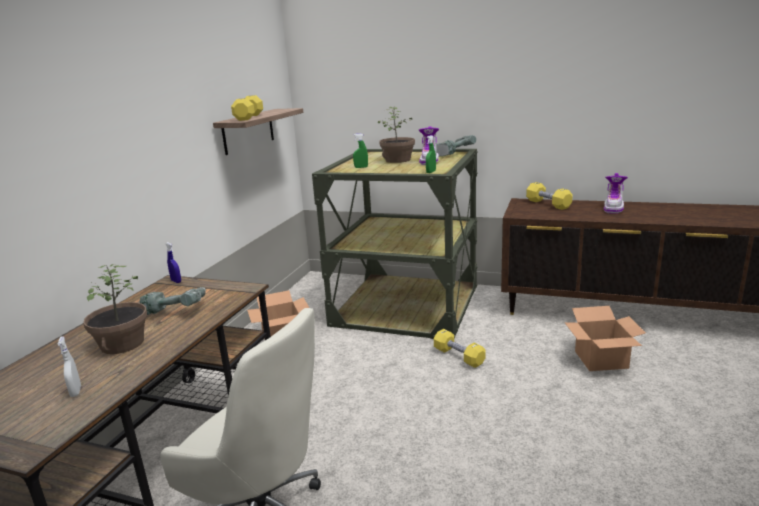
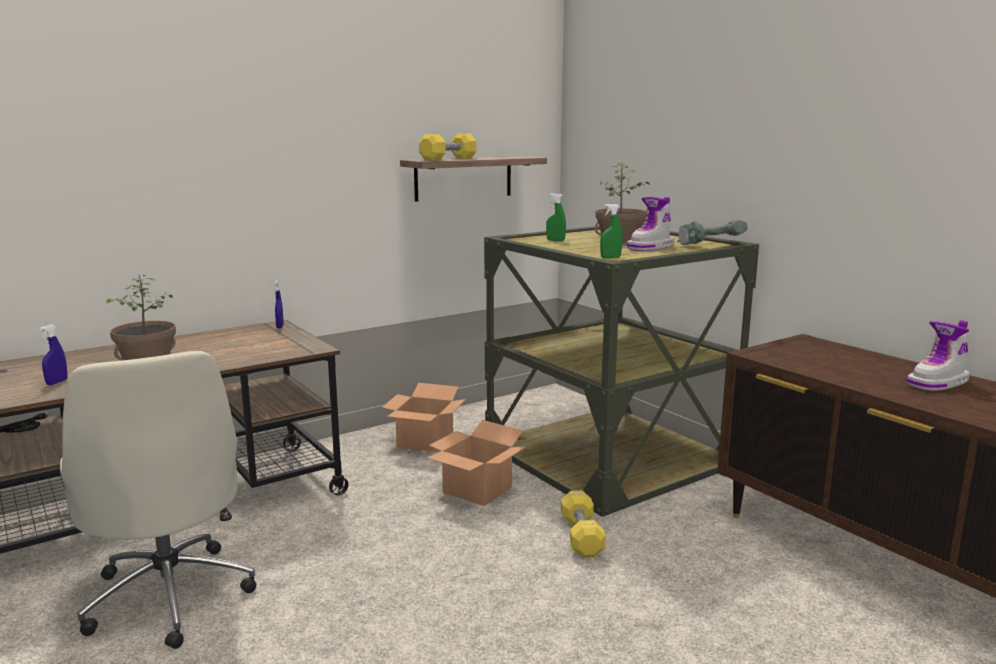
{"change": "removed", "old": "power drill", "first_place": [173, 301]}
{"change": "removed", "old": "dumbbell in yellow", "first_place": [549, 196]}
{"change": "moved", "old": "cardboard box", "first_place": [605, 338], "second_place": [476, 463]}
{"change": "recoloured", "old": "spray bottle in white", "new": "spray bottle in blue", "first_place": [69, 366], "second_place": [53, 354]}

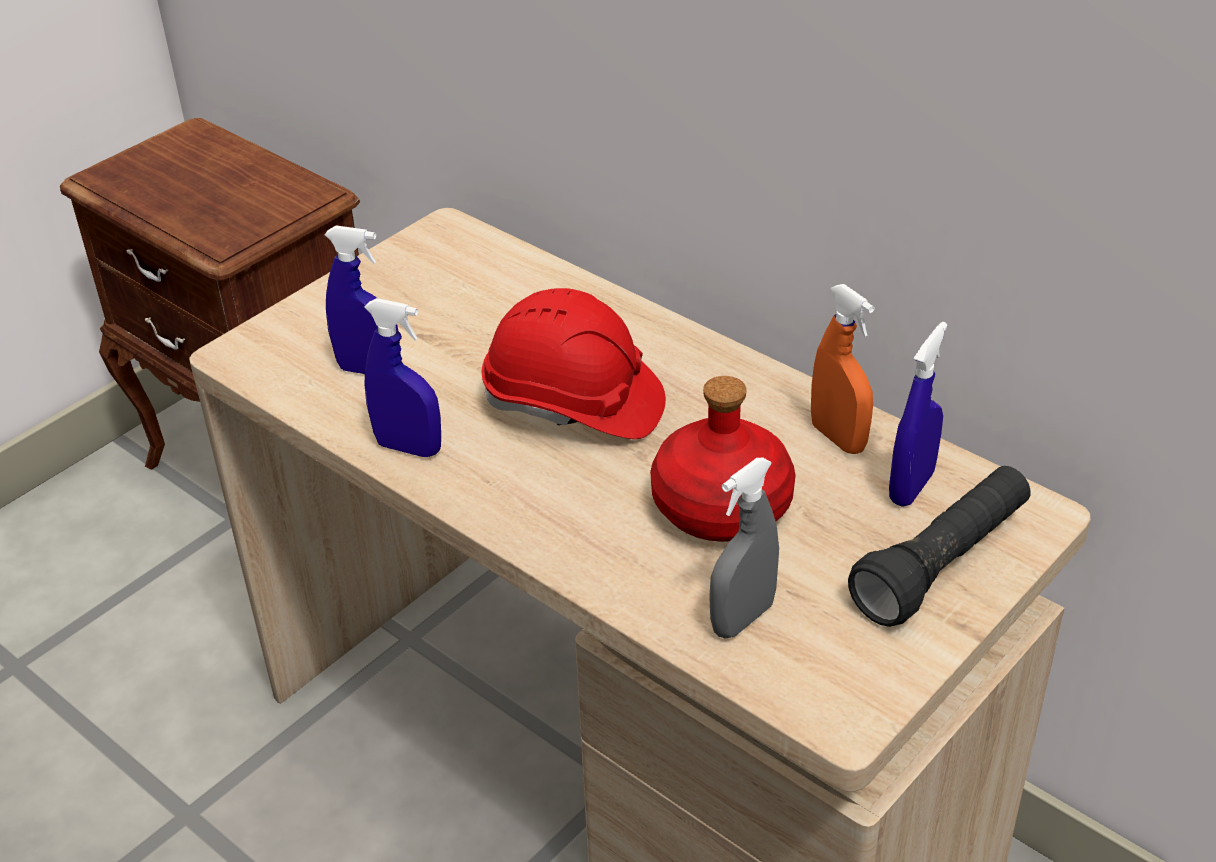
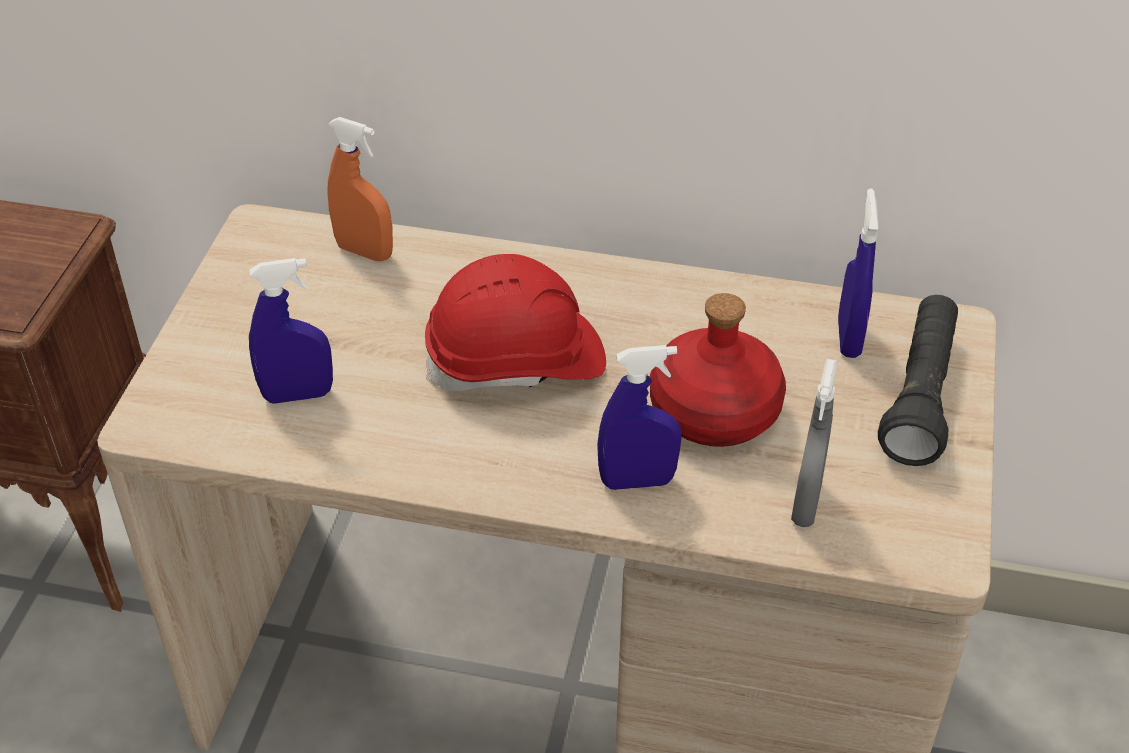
{"change": "moved", "old": "spray bottle in blue", "first_place": [402, 377], "second_place": [639, 417]}
{"change": "moved", "old": "spray bottle in orange", "first_place": [842, 369], "second_place": [360, 189]}

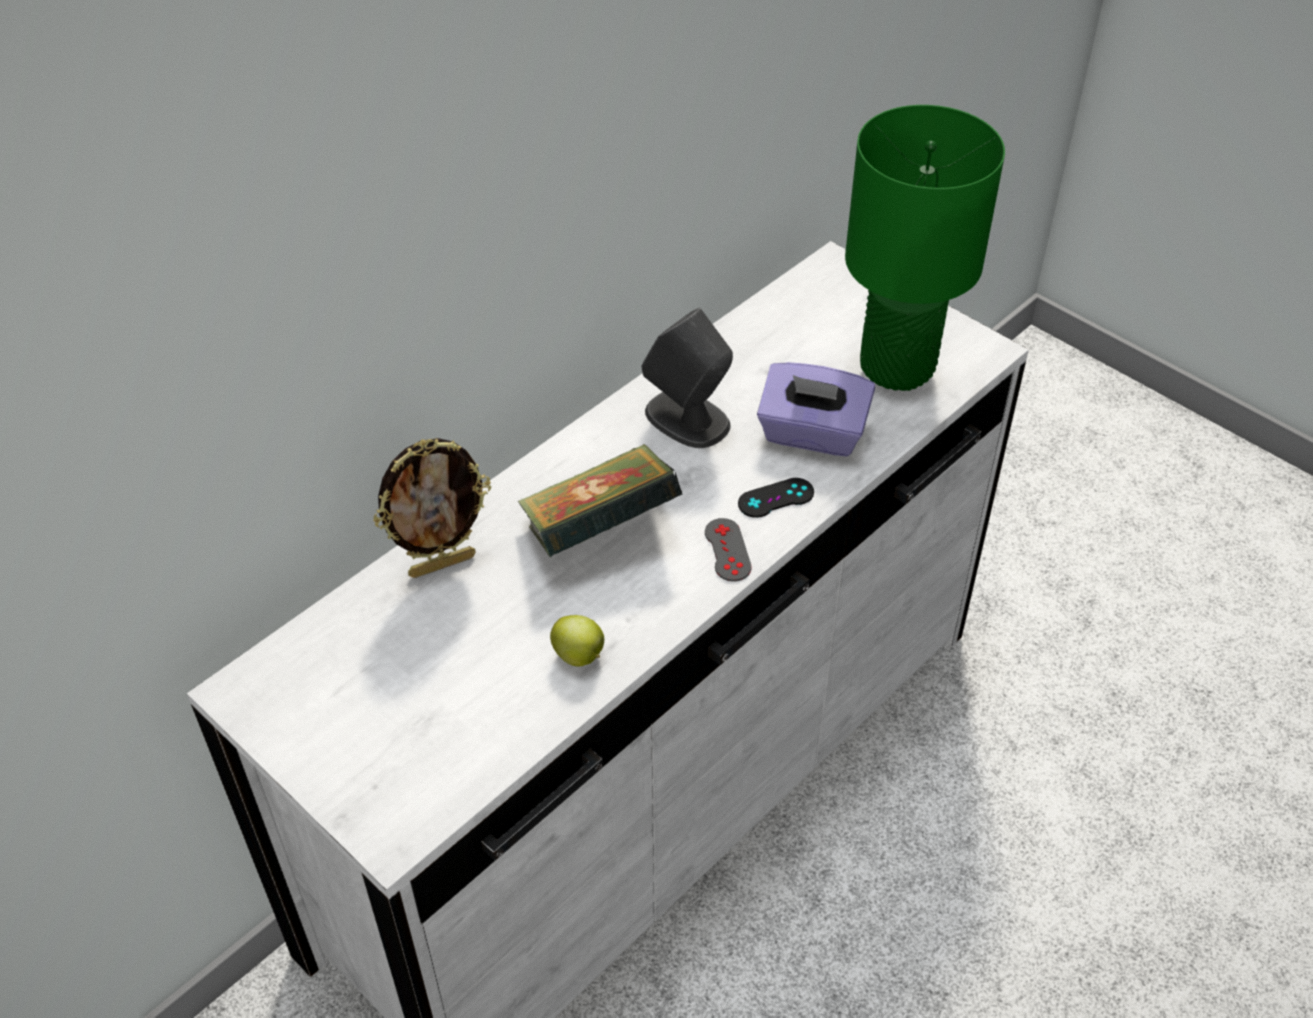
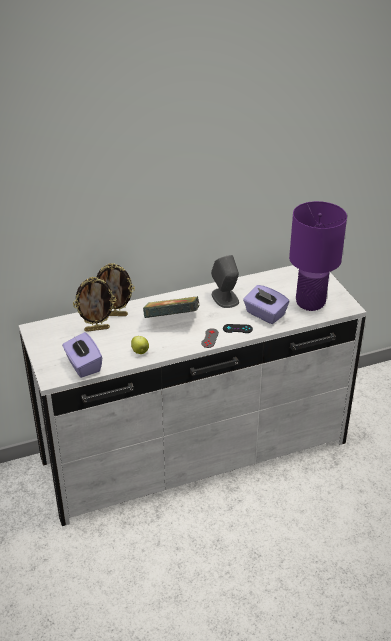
{"change": "added", "new": "tissue box in purple", "second_place": [82, 355]}
{"change": "added", "new": "picture frame", "second_place": [94, 304]}
{"change": "recoloured", "old": "table lamp in green", "new": "table lamp in purple", "first_place": [925, 248], "second_place": [318, 256]}

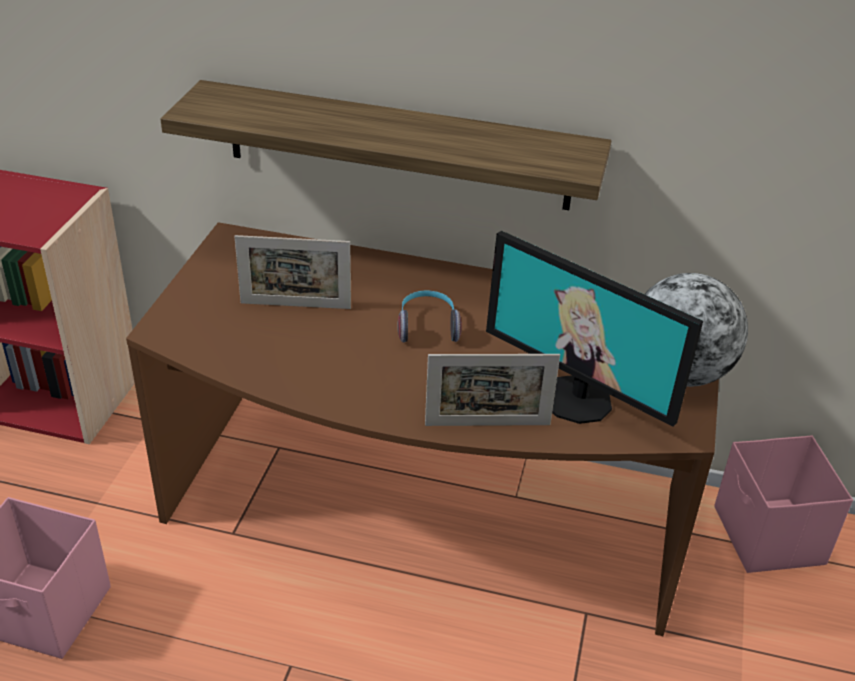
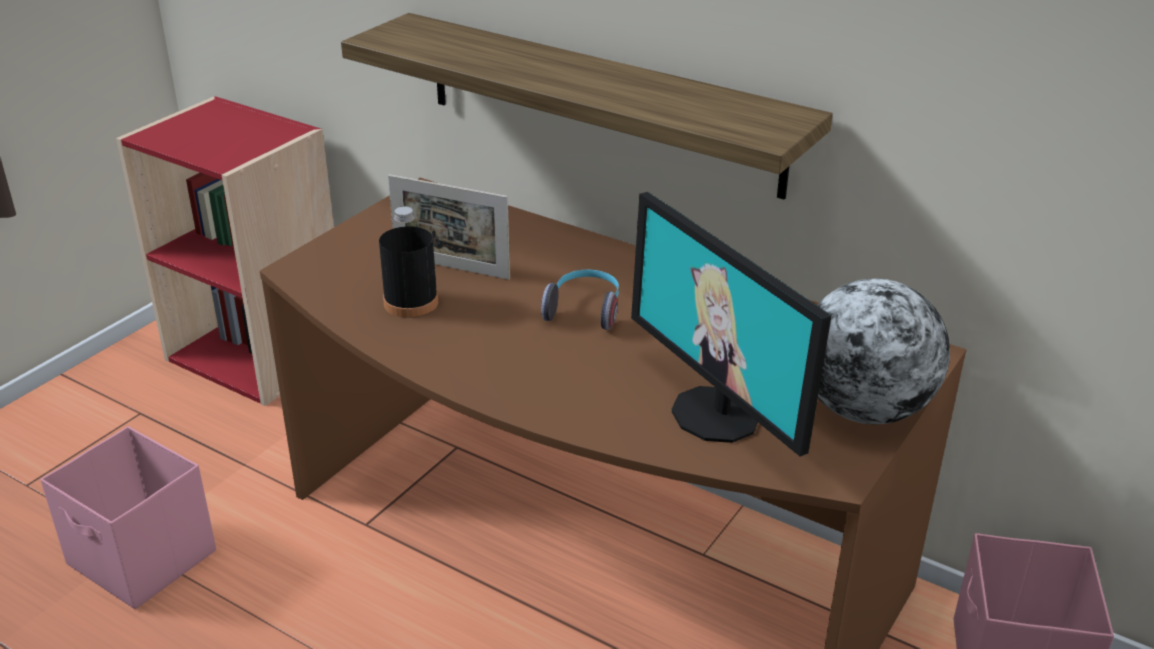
{"change": "removed", "old": "picture frame", "first_place": [492, 390]}
{"change": "added", "new": "bottle in black", "second_place": [408, 262]}

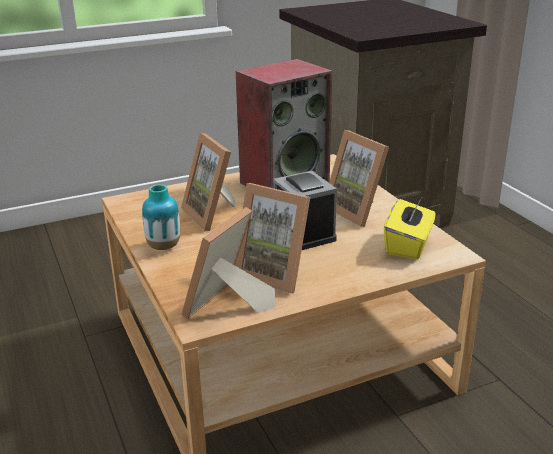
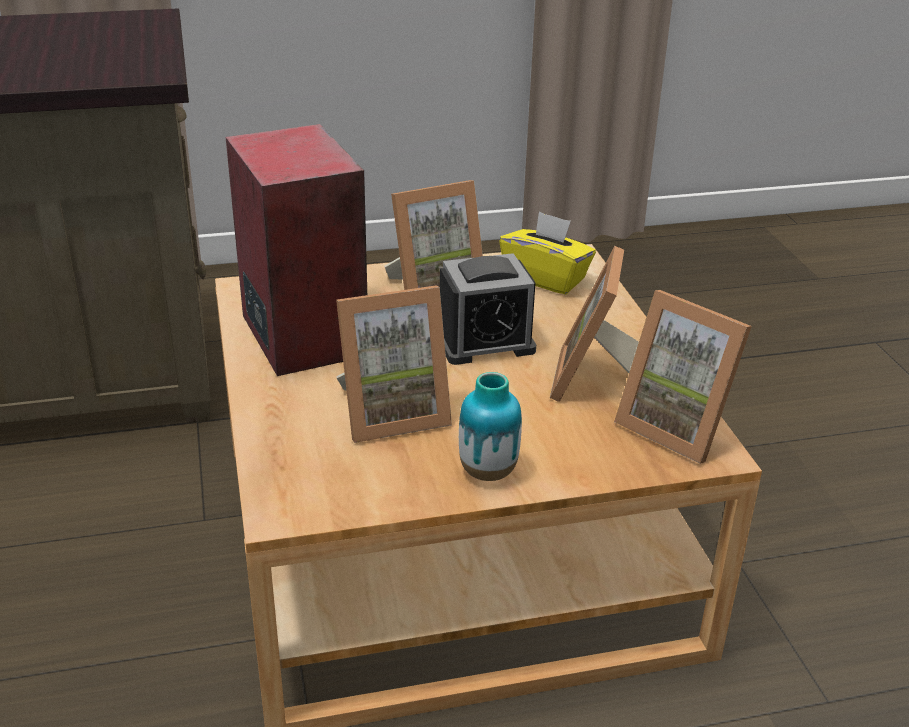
{"change": "turned", "old": "picture frame", "first_place": [272, 238], "second_place": [594, 324], "degrees": 150}

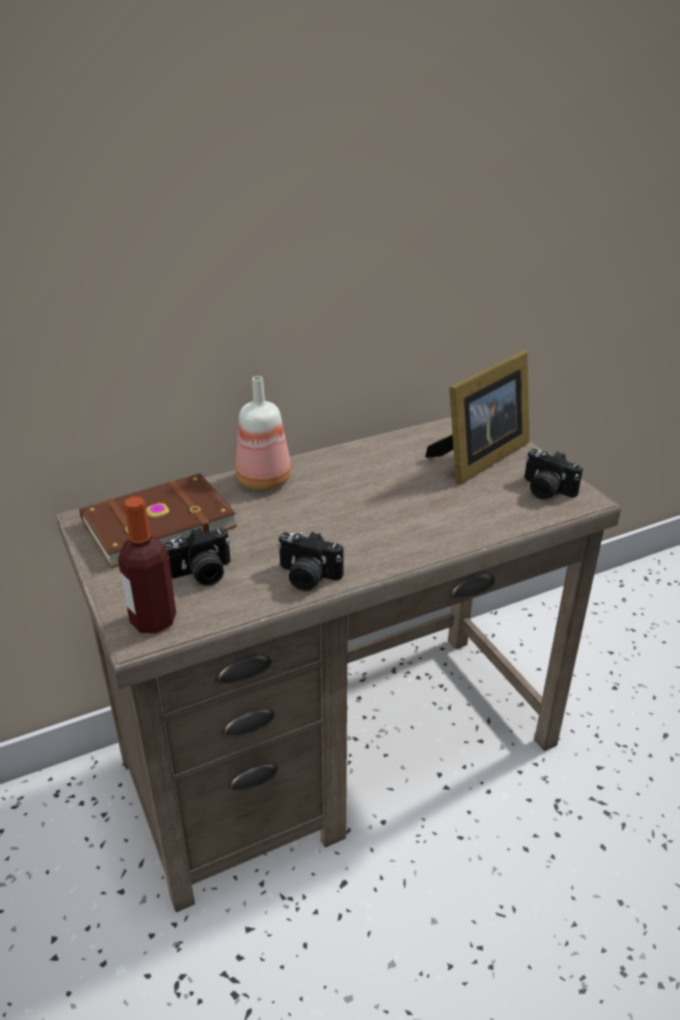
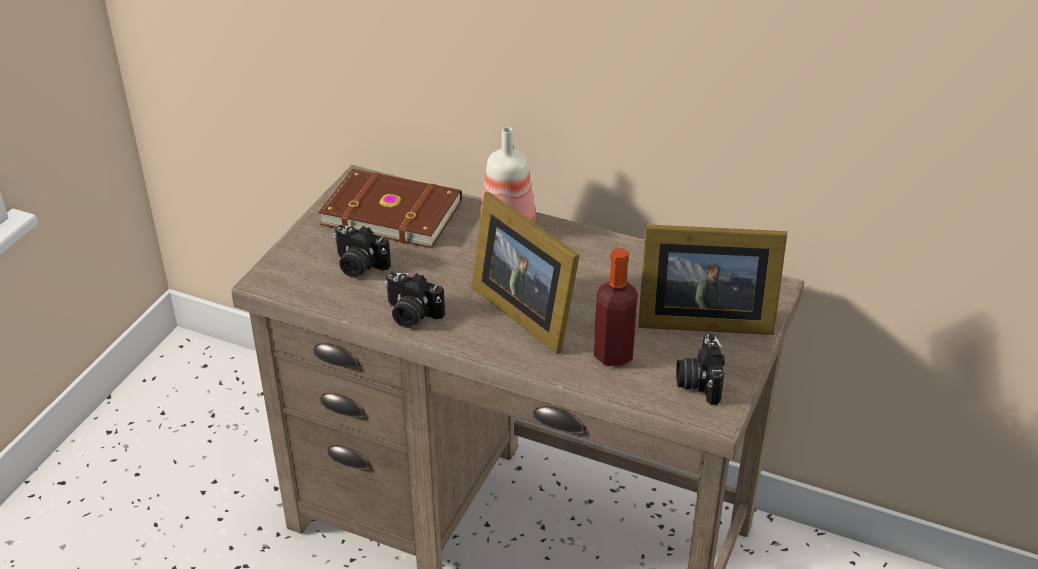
{"change": "added", "new": "picture frame", "second_place": [525, 273]}
{"change": "moved", "old": "bottle", "first_place": [147, 565], "second_place": [616, 307]}
{"change": "turned", "old": "photo camera", "first_place": [310, 561], "second_place": [415, 300], "degrees": -45}

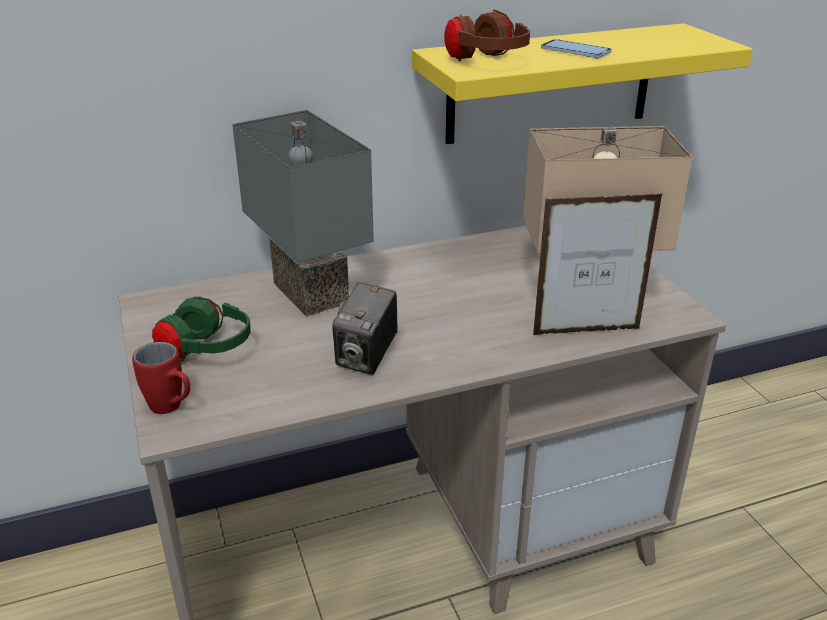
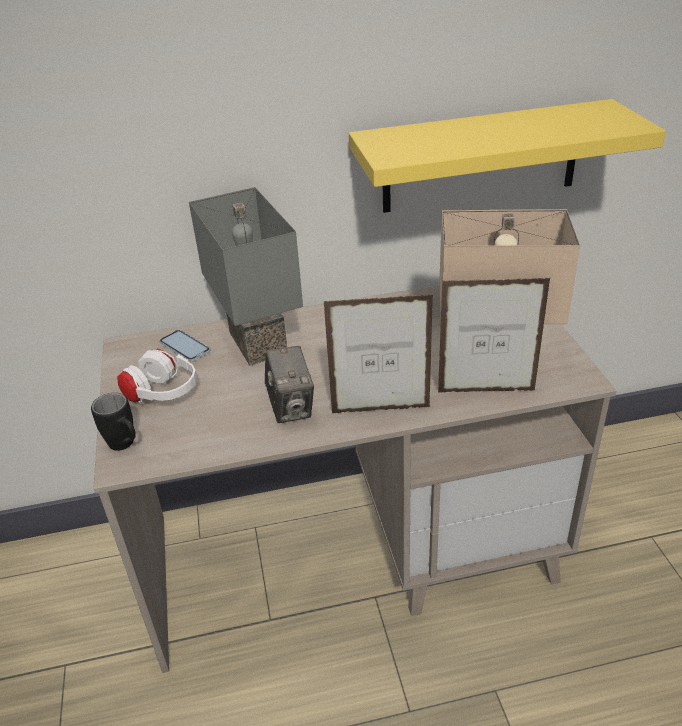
{"change": "removed", "old": "headphones in brown", "first_place": [487, 35]}
{"change": "added", "new": "picture frame", "second_place": [378, 353]}
{"change": "moved", "old": "phone", "first_place": [576, 48], "second_place": [184, 346]}
{"change": "recoloured", "old": "mug in red", "new": "mug in black", "first_place": [161, 378], "second_place": [113, 422]}
{"change": "recoloured", "old": "headphones in green", "new": "headphones in white", "first_place": [201, 329], "second_place": [157, 376]}
{"change": "turned", "old": "photo camera", "first_place": [365, 328], "second_place": [289, 384], "degrees": -45}

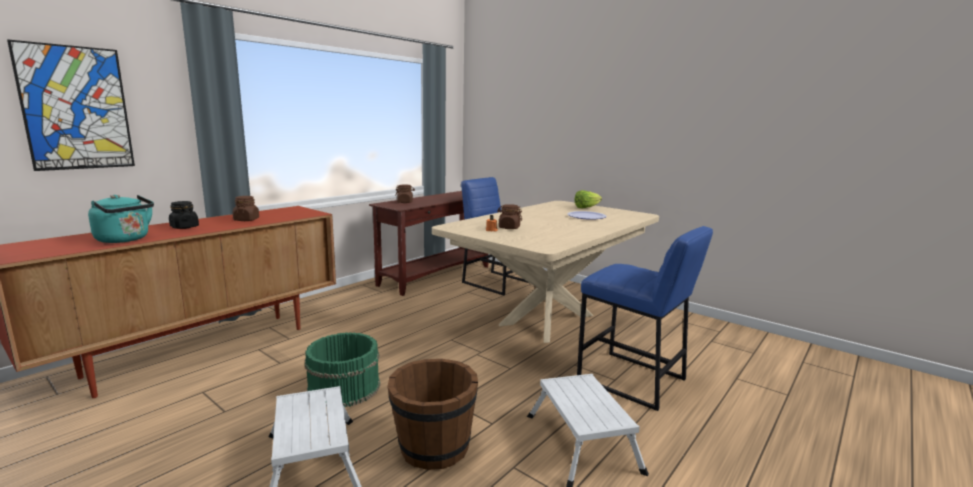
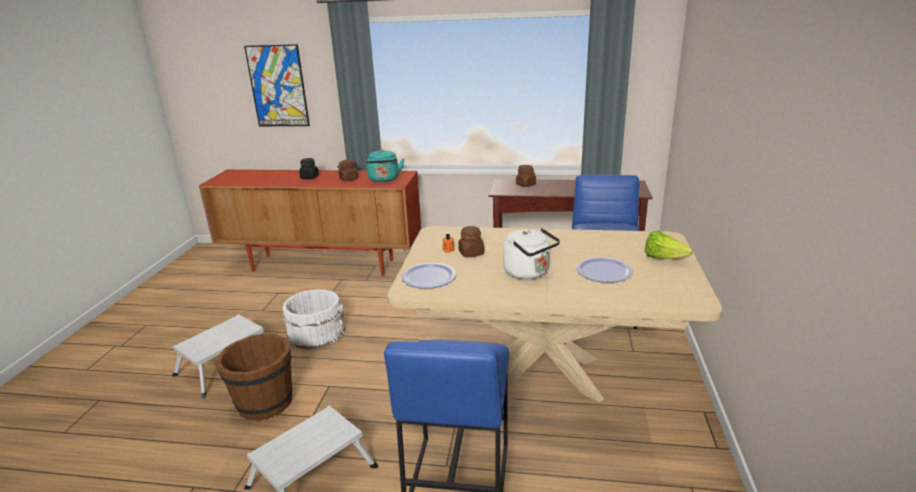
{"change": "added", "new": "plate", "second_place": [428, 276]}
{"change": "added", "new": "kettle in white", "second_place": [531, 253]}
{"change": "moved", "old": "kettle in turquoise", "first_place": [121, 219], "second_place": [385, 165]}
{"change": "recoloured", "old": "bucket in green", "new": "bucket in white", "first_place": [342, 369], "second_place": [314, 319]}

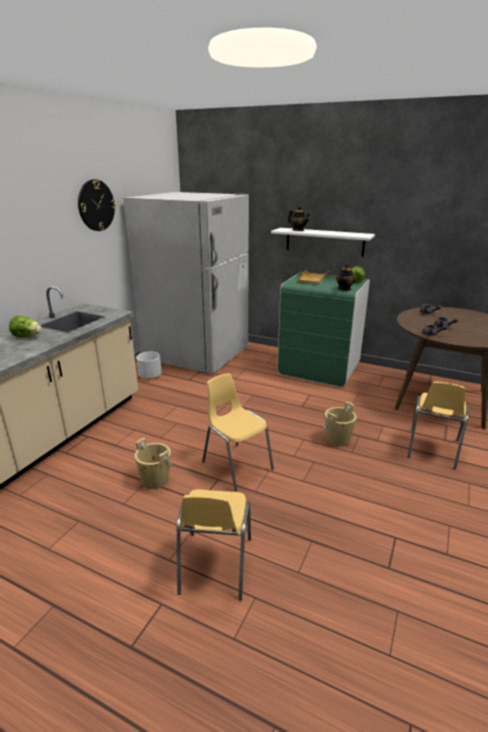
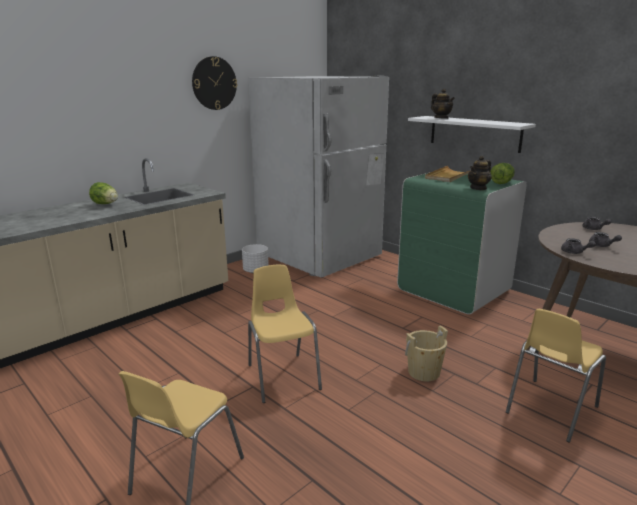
{"change": "removed", "old": "bucket in beige", "first_place": [153, 463]}

